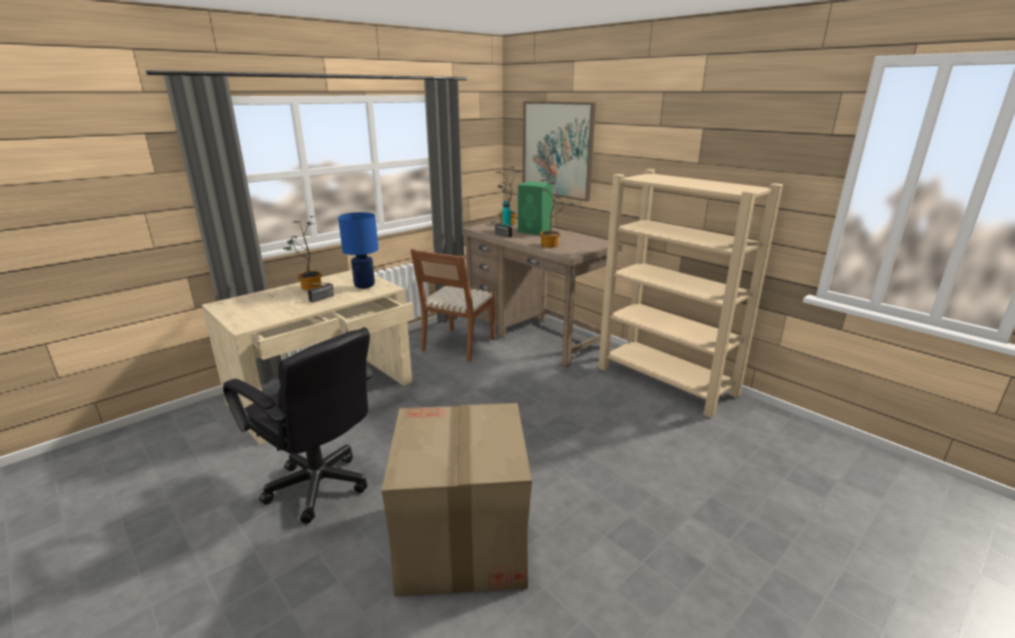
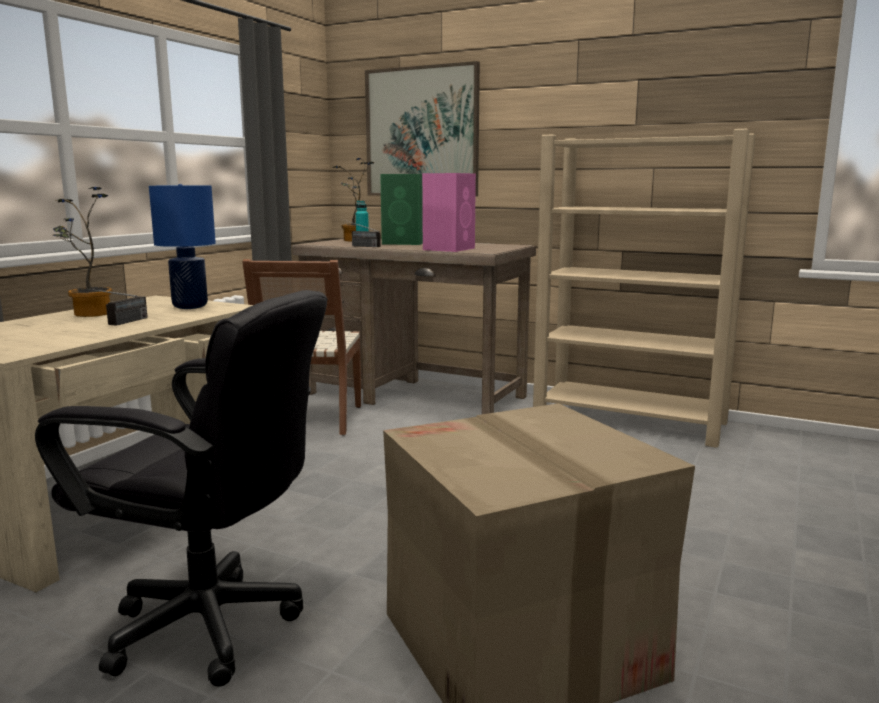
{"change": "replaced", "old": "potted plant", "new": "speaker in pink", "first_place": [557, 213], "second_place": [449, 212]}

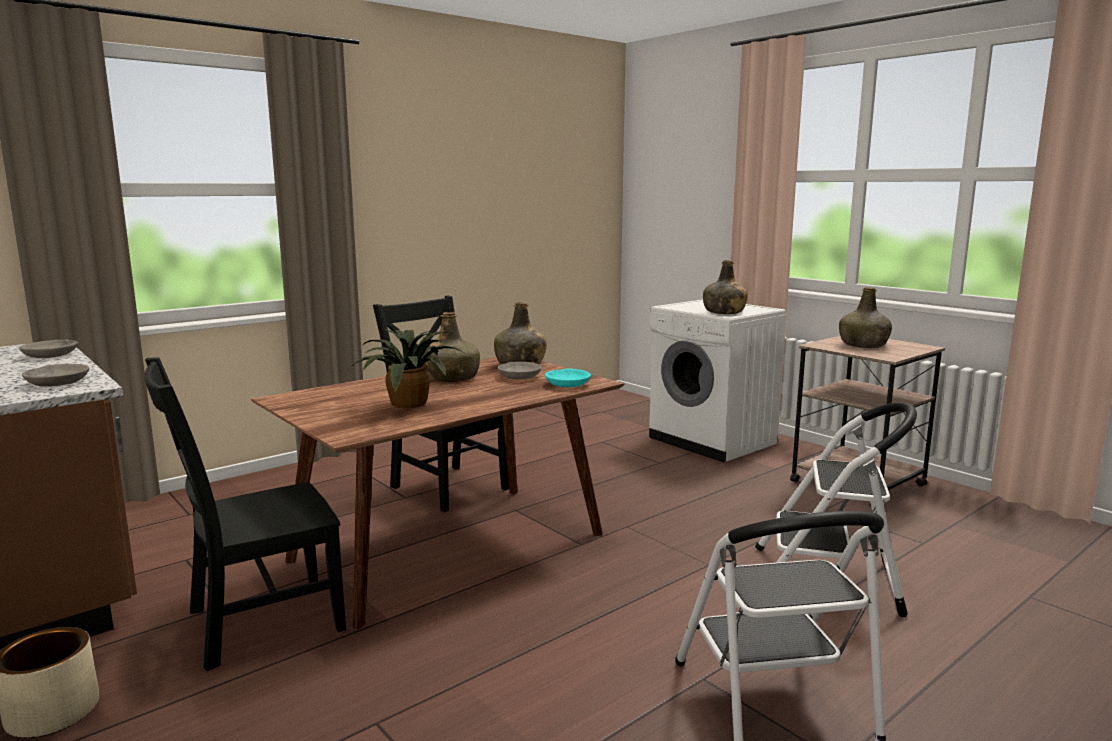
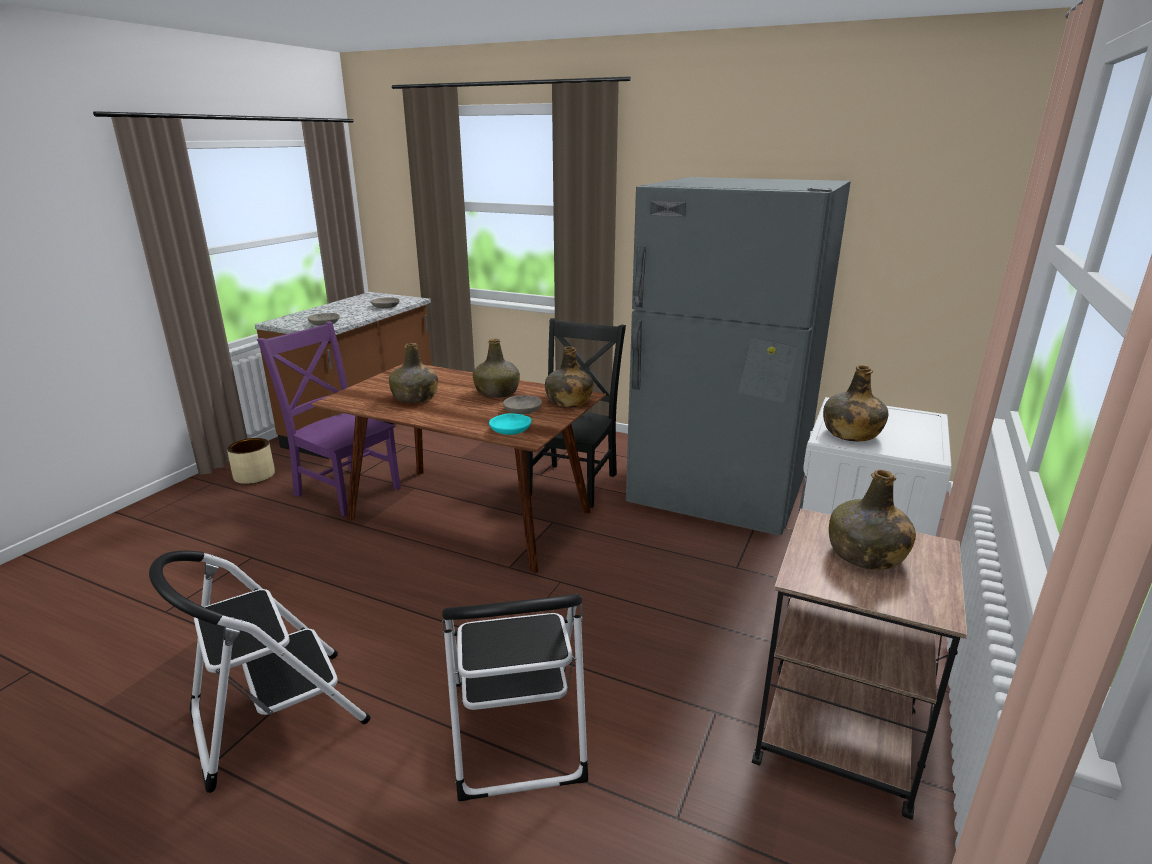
{"change": "added", "new": "fridge in grey", "second_place": [738, 356]}
{"change": "replaced", "old": "potted plant", "new": "bottle in green", "first_place": [406, 368], "second_place": [413, 373]}
{"change": "recoloured", "old": "chair in black", "new": "chair in purple", "first_place": [245, 514], "second_place": [329, 419]}

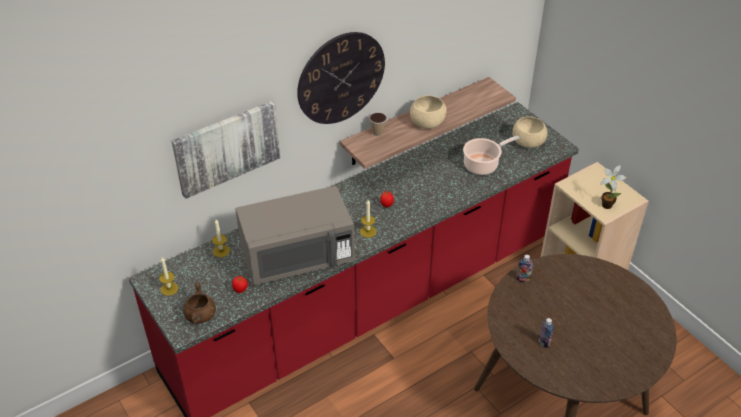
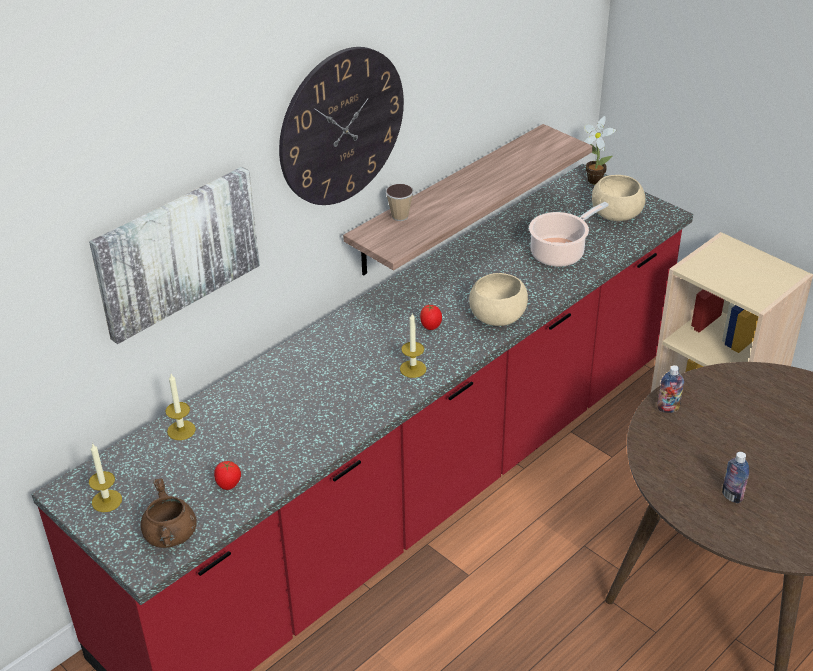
{"change": "removed", "old": "microwave in grey", "first_place": [295, 235]}
{"change": "moved", "old": "bowl in beige", "first_place": [428, 112], "second_place": [498, 299]}
{"change": "moved", "old": "potted plant", "first_place": [613, 187], "second_place": [600, 150]}

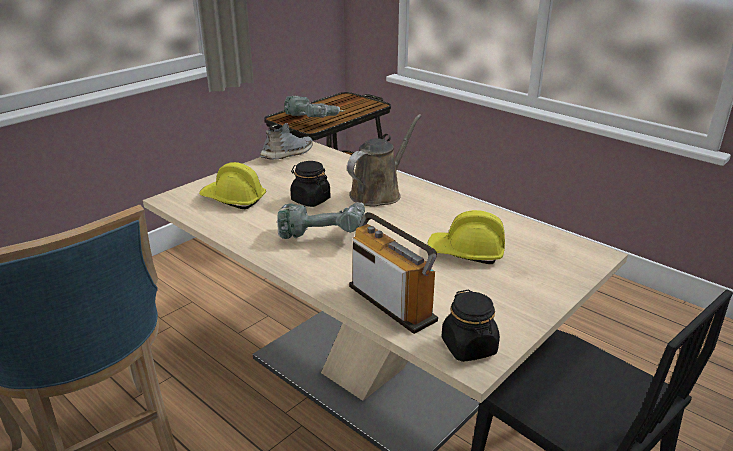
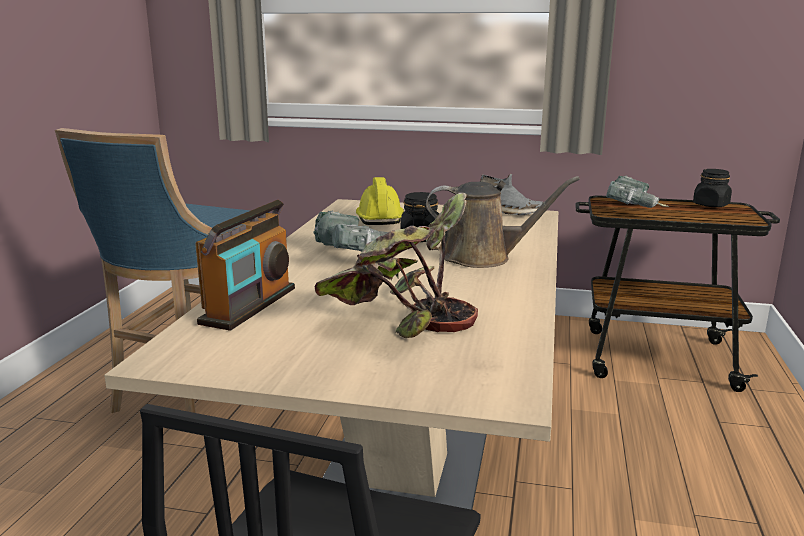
{"change": "moved", "old": "jar in black", "first_place": [470, 325], "second_place": [712, 188]}
{"change": "replaced", "old": "hard hat in yellow", "new": "potted plant", "first_place": [466, 237], "second_place": [396, 265]}

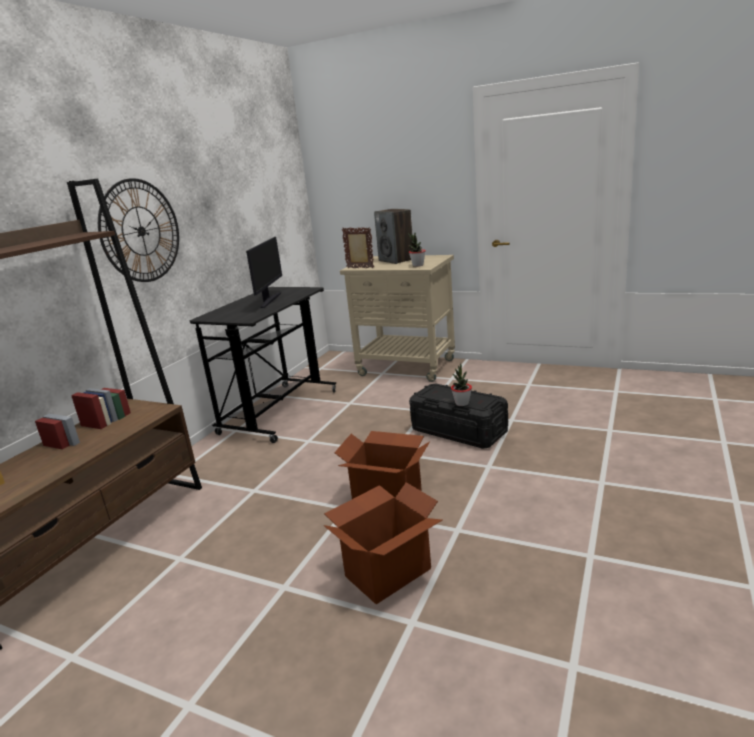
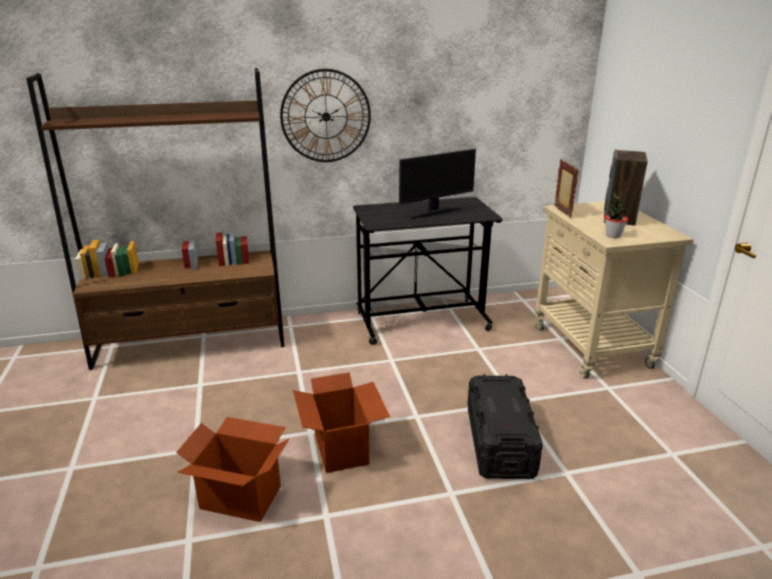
{"change": "removed", "old": "potted plant", "first_place": [461, 384]}

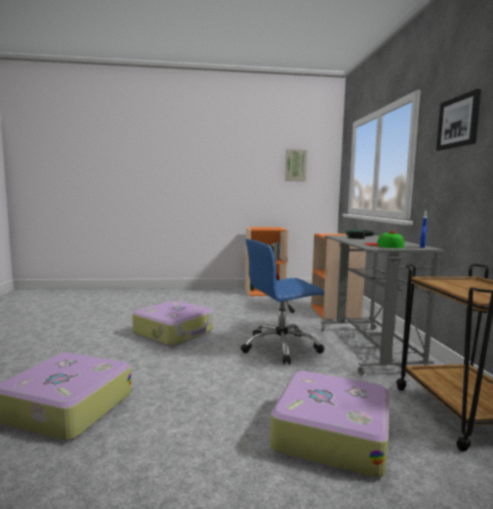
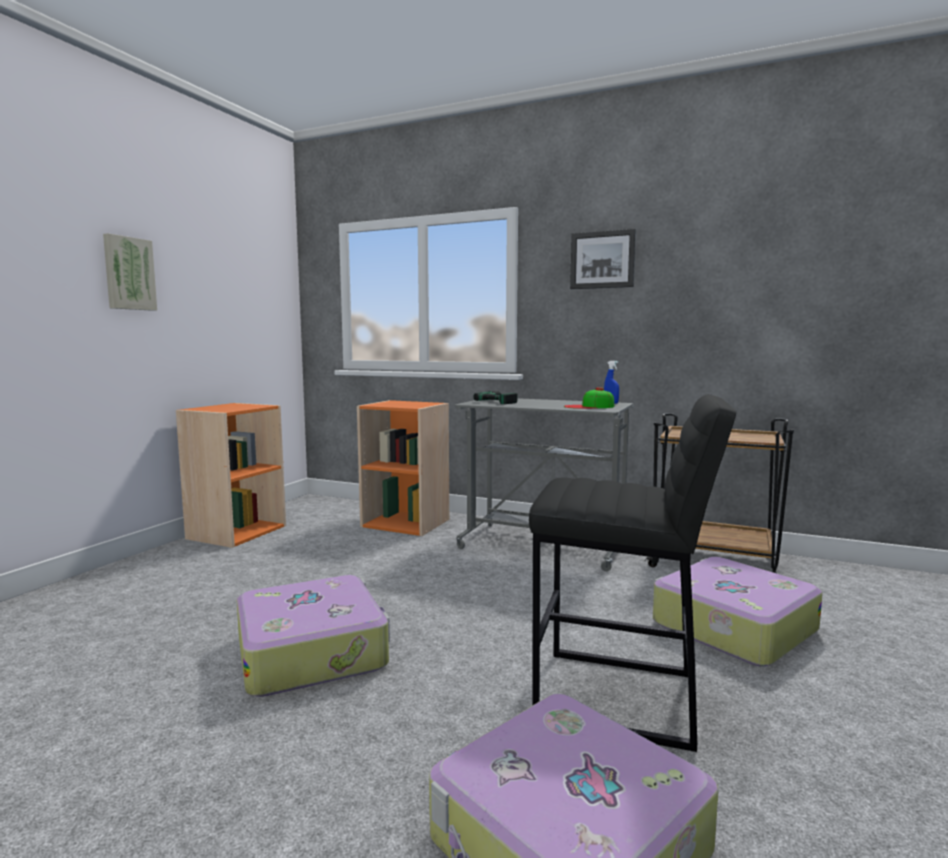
{"change": "removed", "old": "office chair in blue", "first_place": [283, 301]}
{"change": "added", "new": "stool in black", "second_place": [632, 573]}
{"change": "moved", "old": "picture", "first_place": [296, 165], "second_place": [130, 272]}

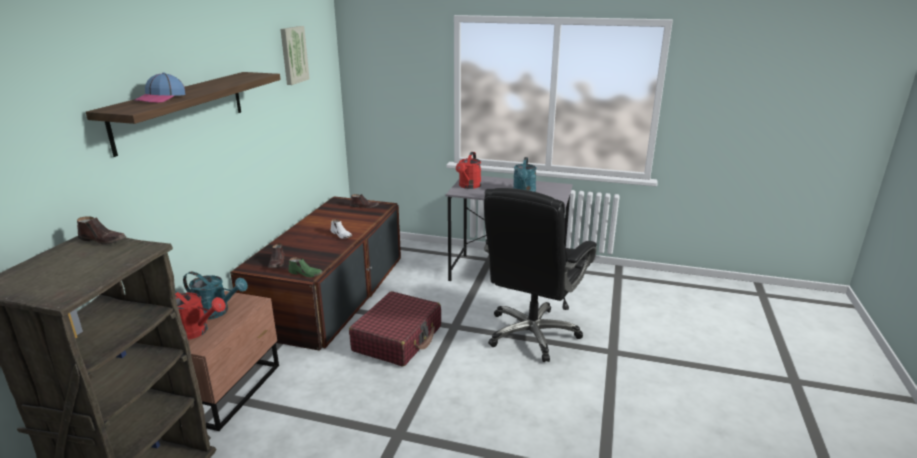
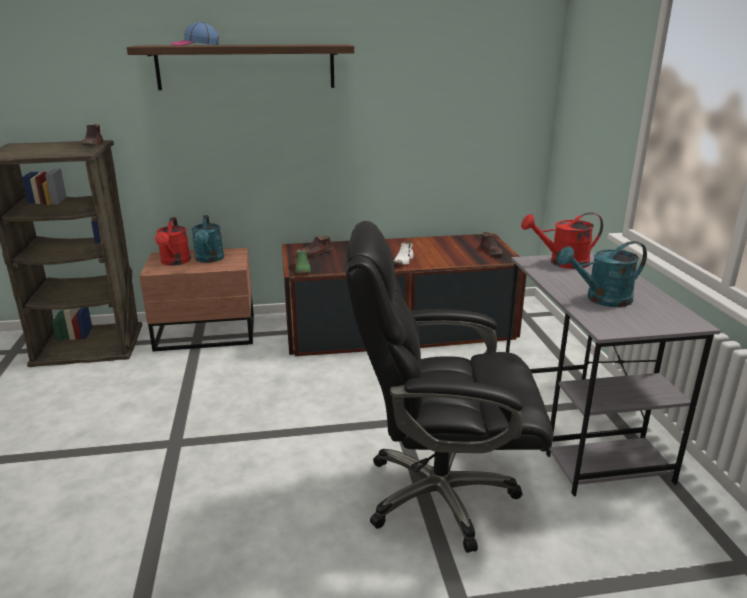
{"change": "removed", "old": "picture", "first_place": [295, 55]}
{"change": "removed", "old": "suitcase in red", "first_place": [395, 329]}

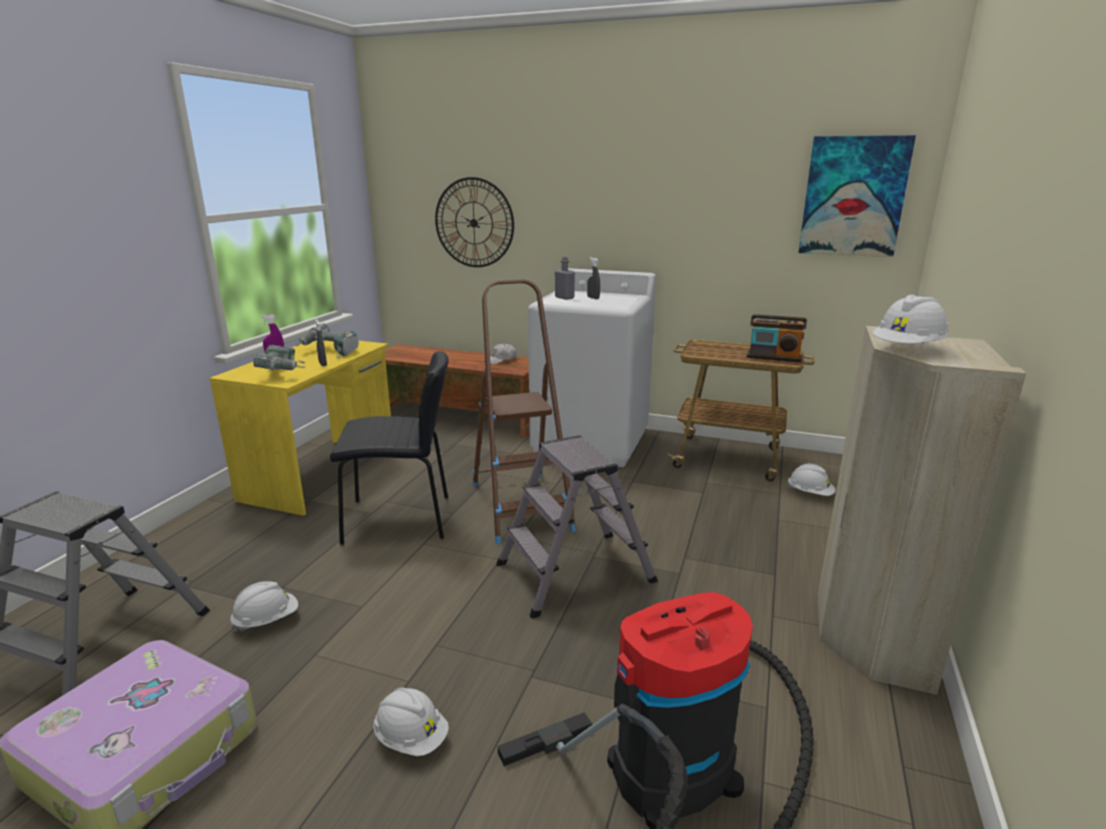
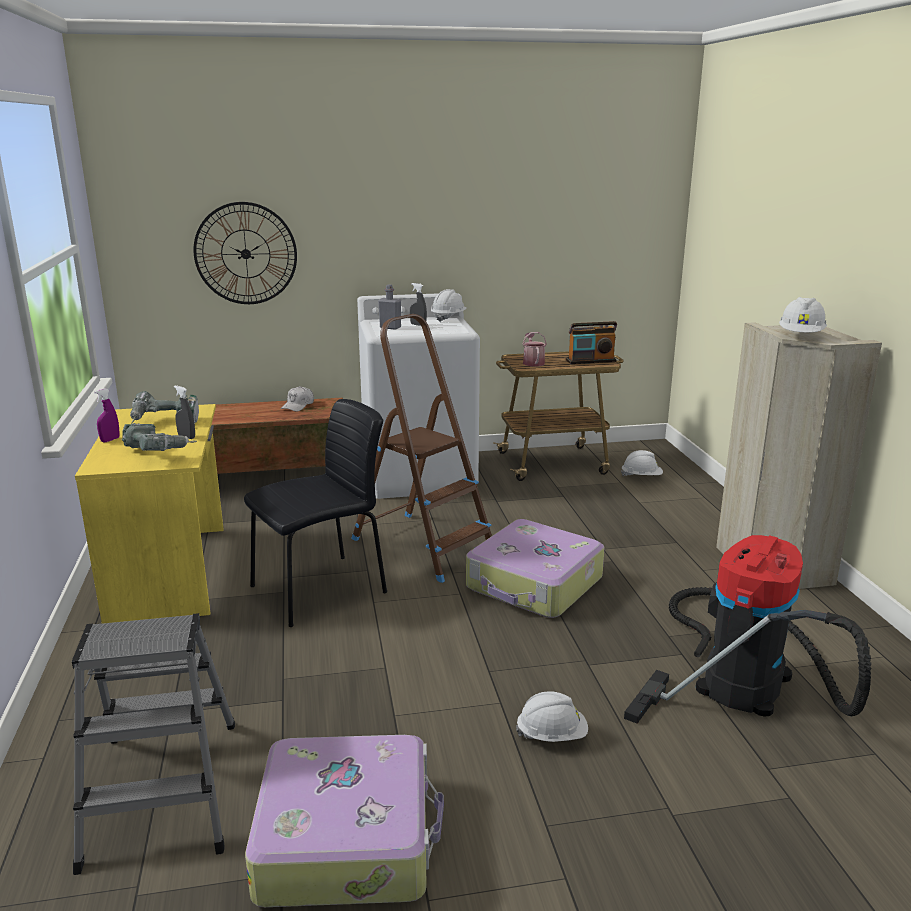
{"change": "removed", "old": "picture", "first_place": [857, 196]}
{"change": "added", "new": "watering can", "second_place": [534, 349]}
{"change": "moved", "old": "hard hat in white", "first_place": [264, 606], "second_place": [449, 305]}
{"change": "replaced", "old": "step ladder in grey", "new": "suitcase", "first_place": [577, 527], "second_place": [535, 568]}

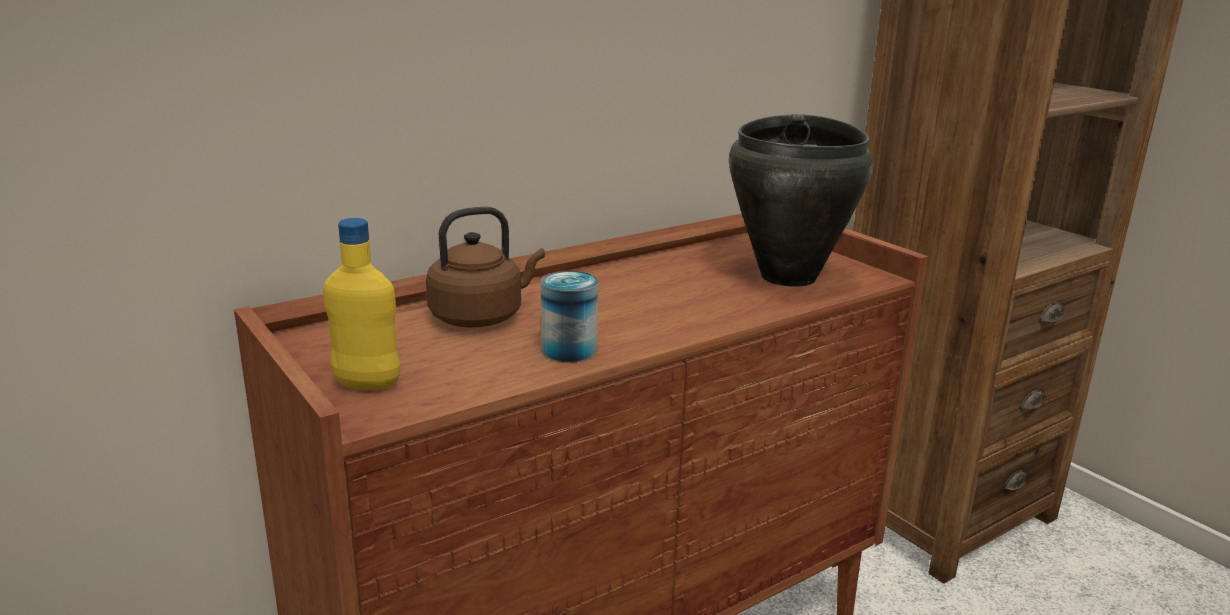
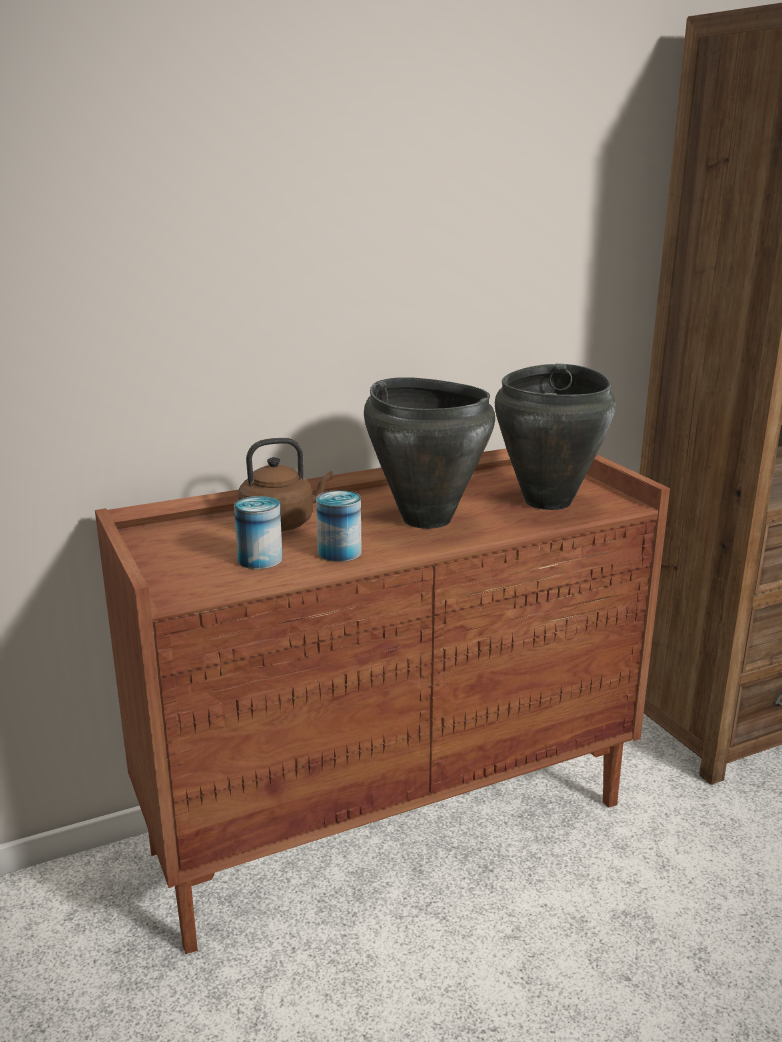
{"change": "removed", "old": "bottle in yellow", "first_place": [361, 304]}
{"change": "added", "new": "can", "second_place": [258, 532]}
{"change": "added", "new": "cooking pot in black", "second_place": [429, 453]}

